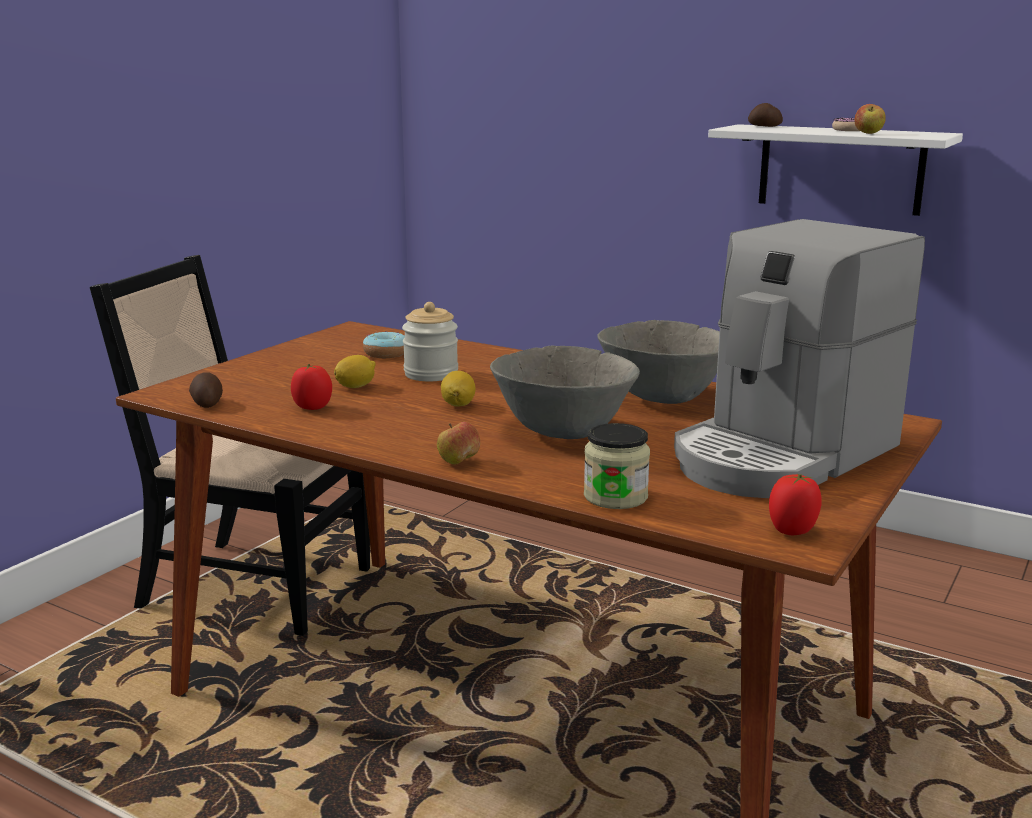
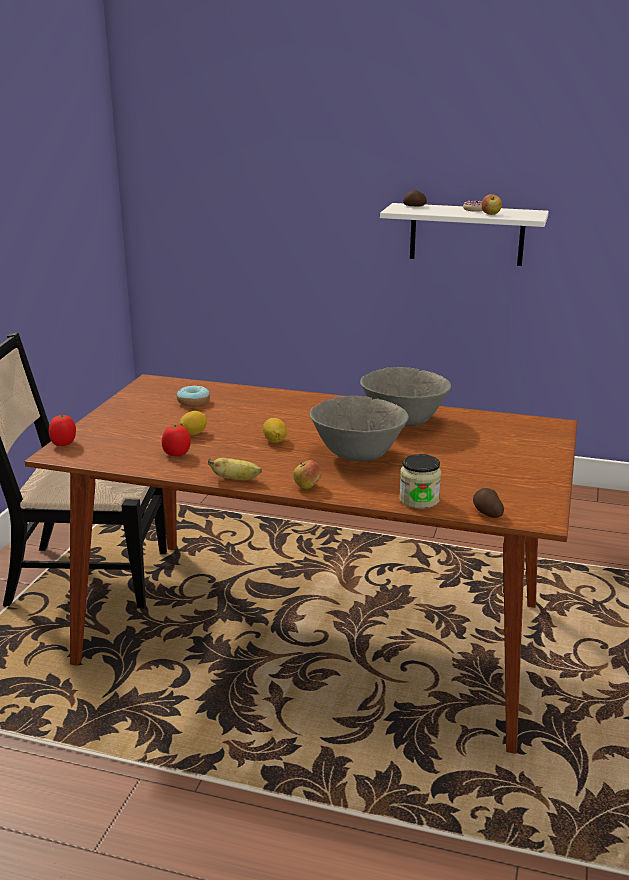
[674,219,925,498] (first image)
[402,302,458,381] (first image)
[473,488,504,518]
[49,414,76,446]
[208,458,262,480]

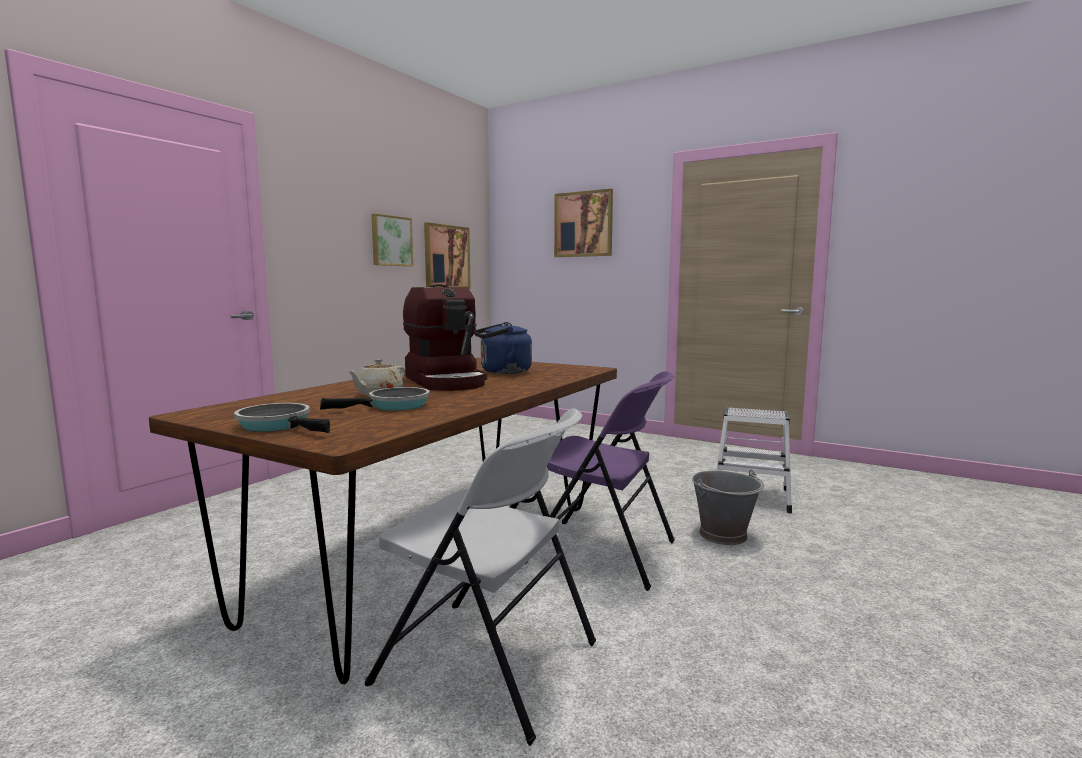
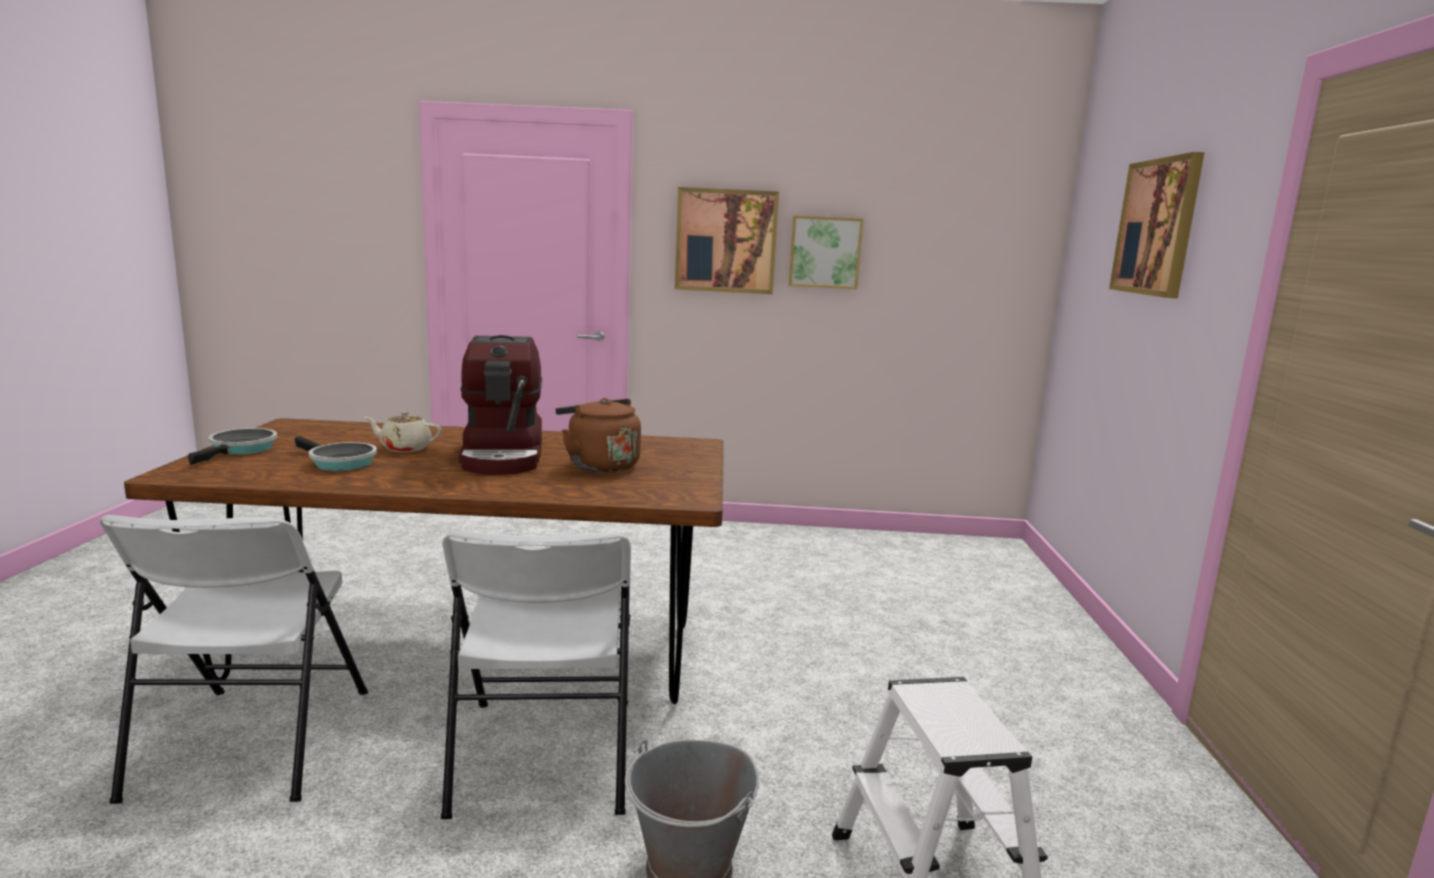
[675,187,779,294]
[458,335,542,475]
[555,398,641,473]
[441,531,631,819]

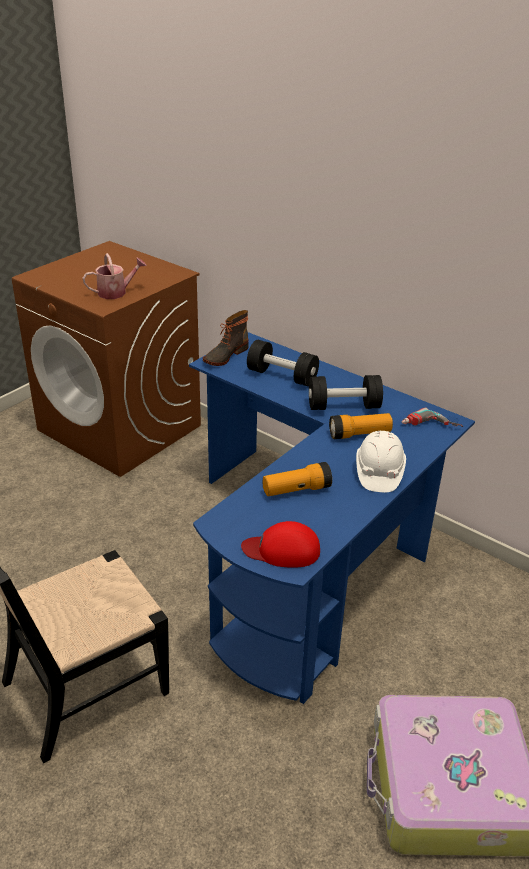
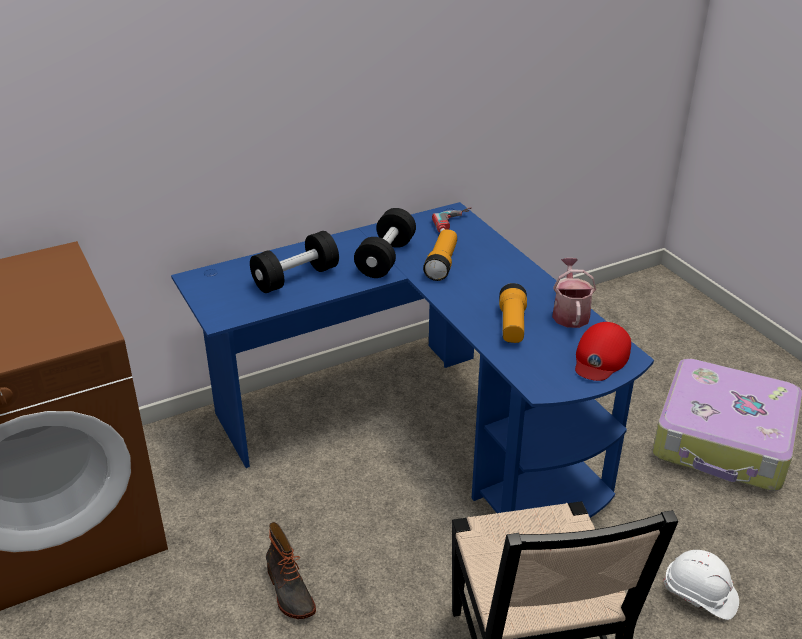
[552,258,596,328]
[266,522,316,619]
[663,550,739,620]

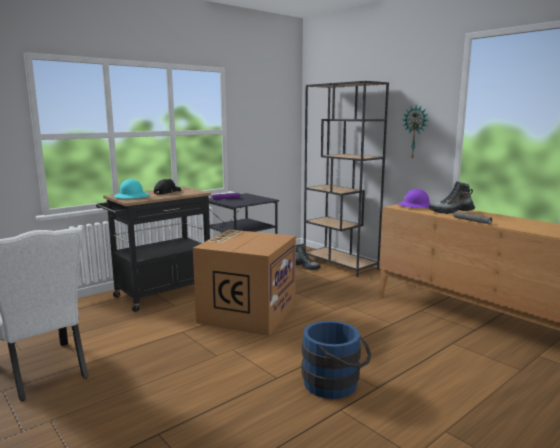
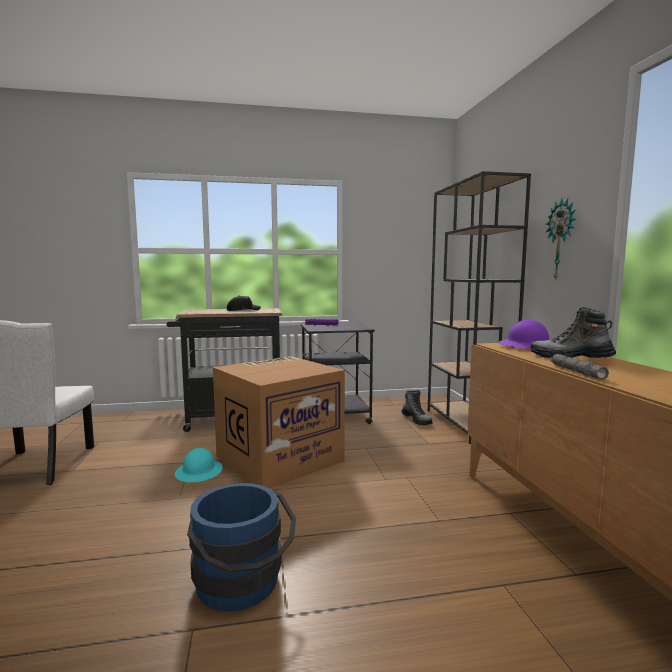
[175,448,223,482]

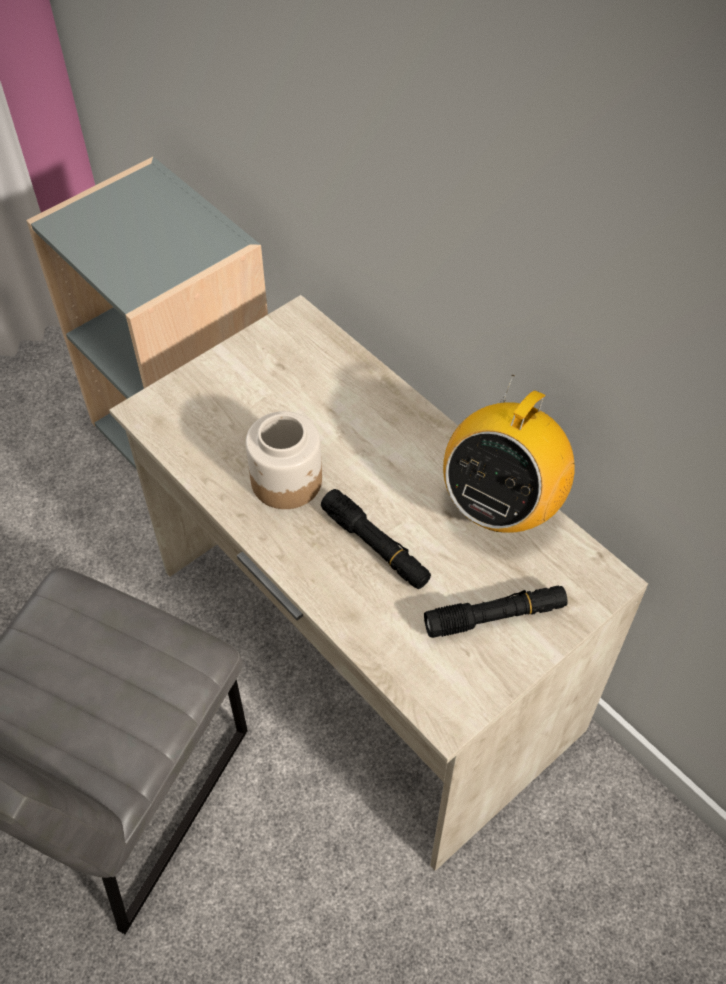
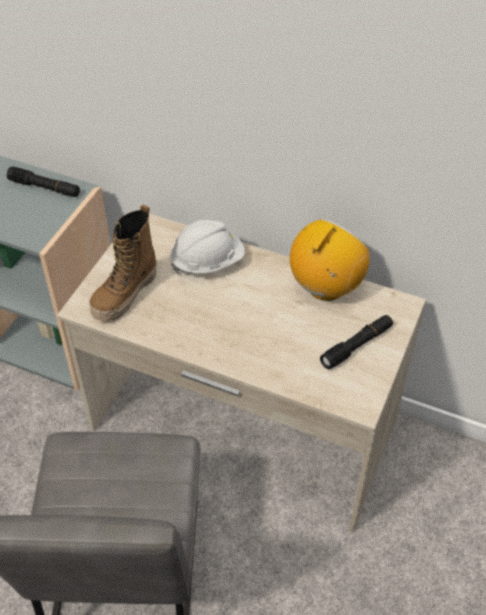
[290,218,370,301]
[246,411,322,509] (first image)
[7,167,80,197]
[89,205,157,322]
[170,220,245,274]

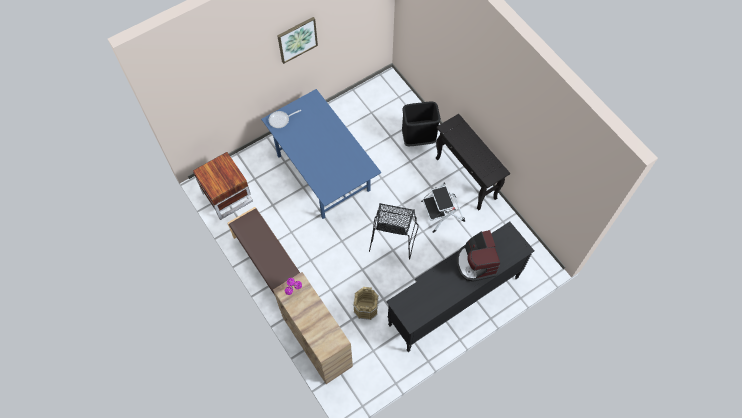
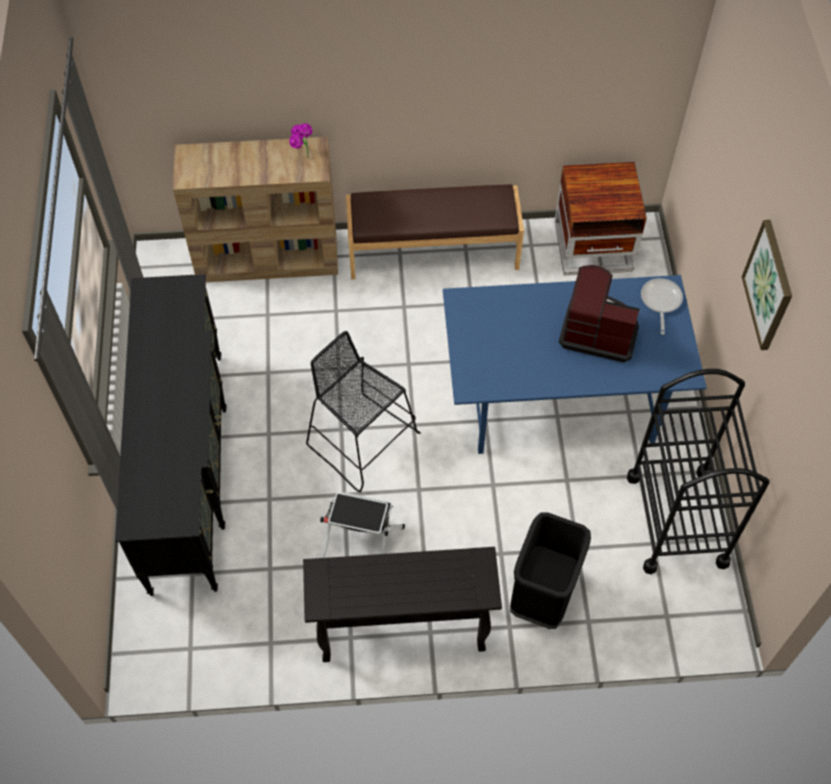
[559,265,640,362]
[353,287,379,320] (first image)
[627,369,769,574]

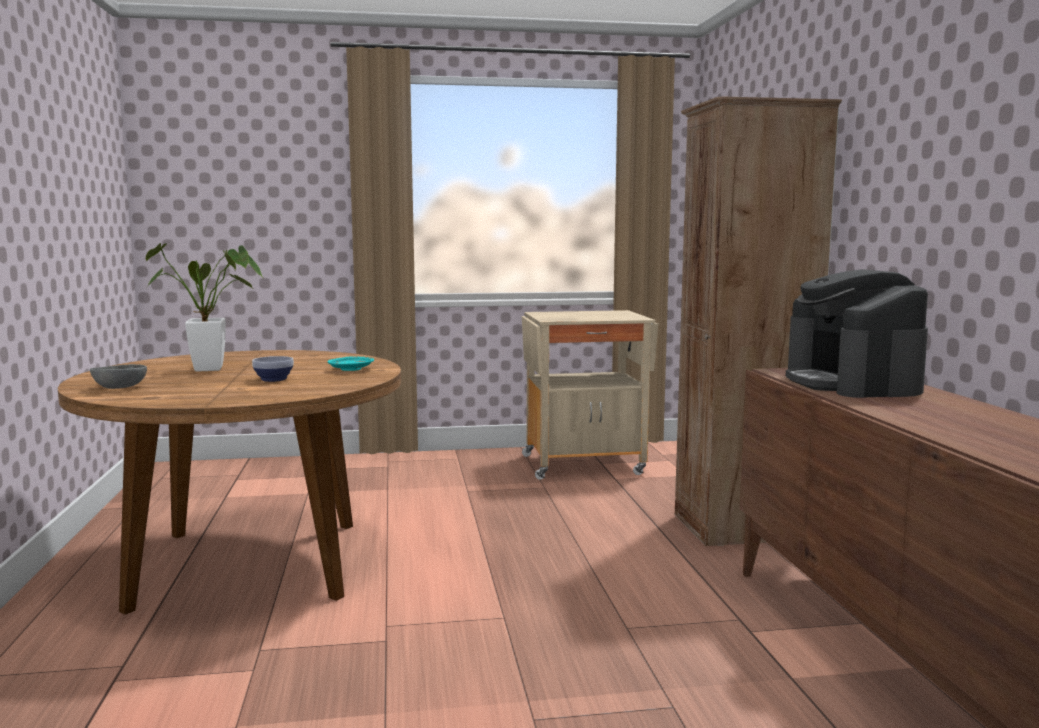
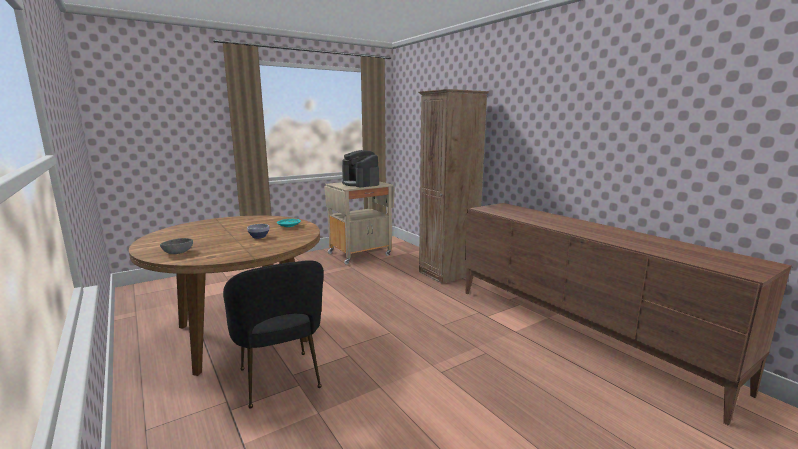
[146,243,262,372] (first image)
[342,150,379,187]
[223,260,324,408]

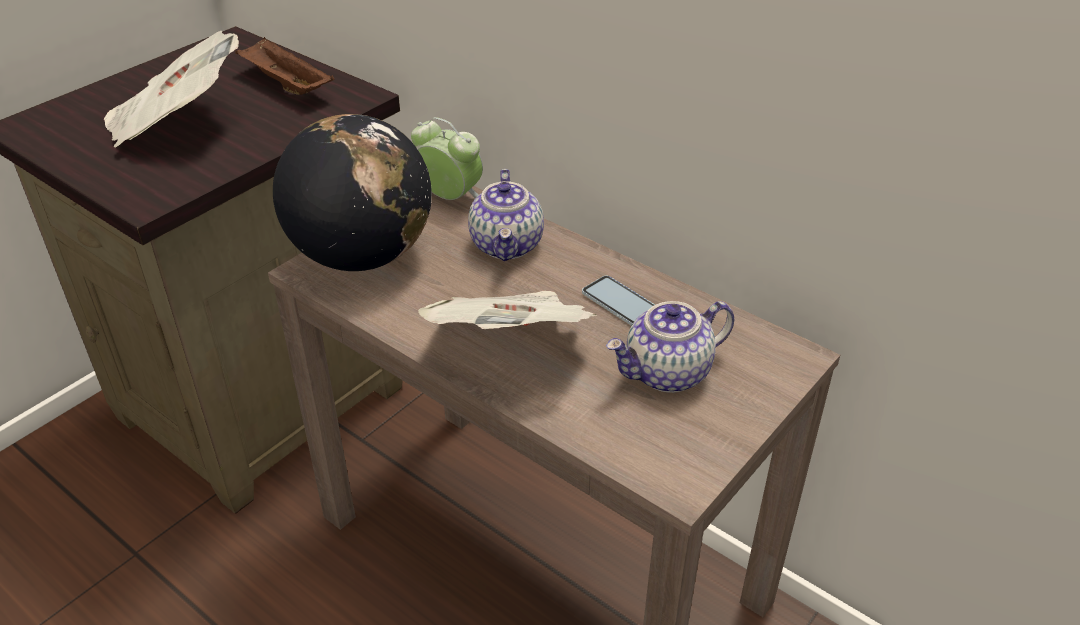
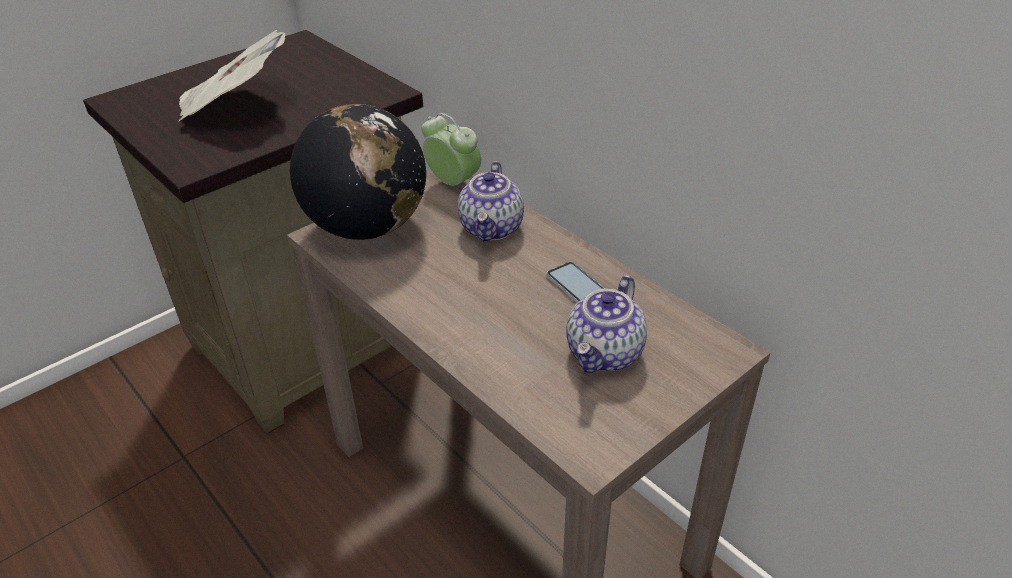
[235,37,334,95] (first image)
[418,291,597,329] (first image)
[566,275,647,372]

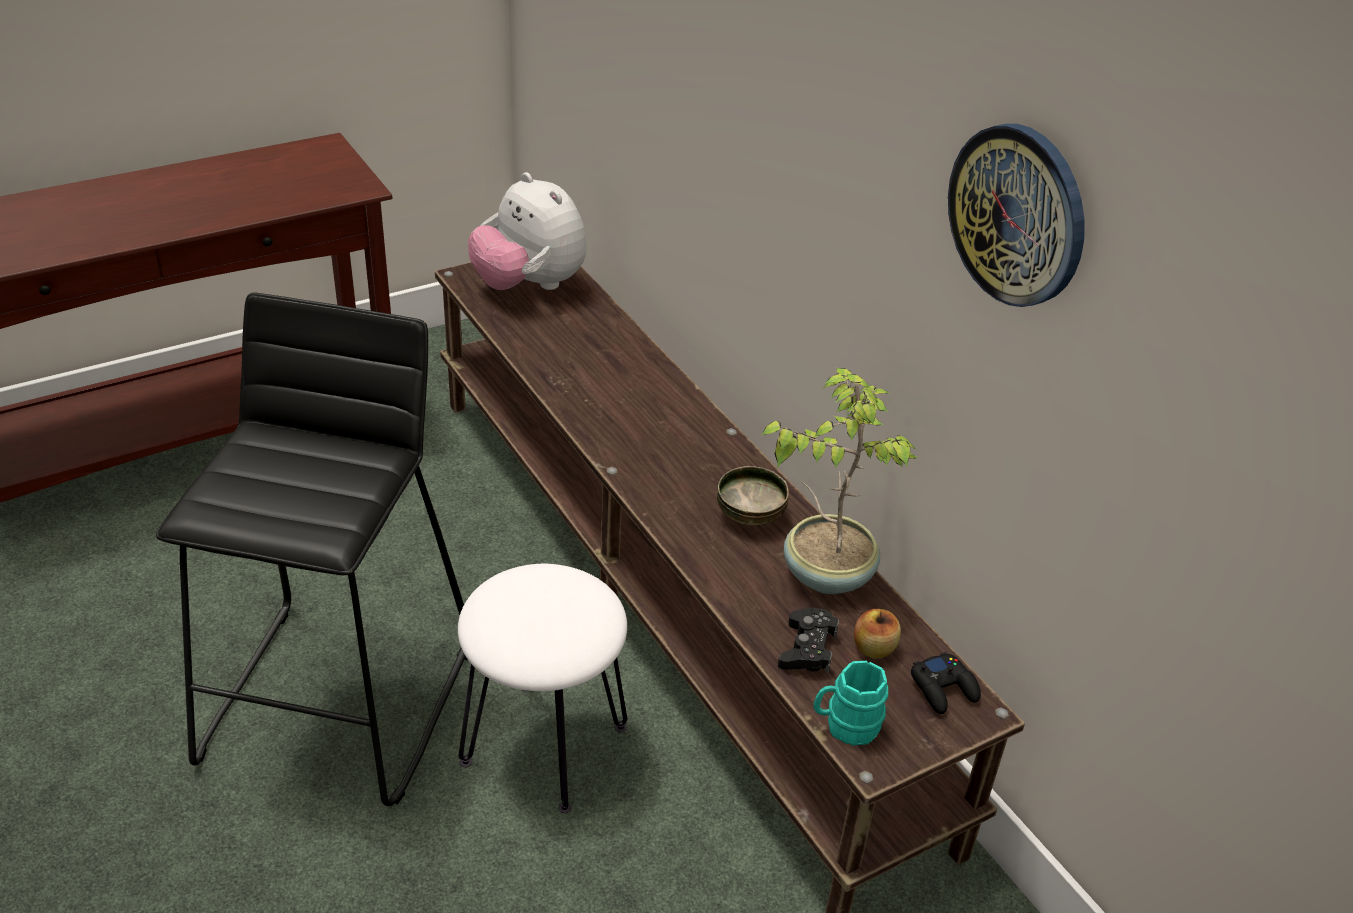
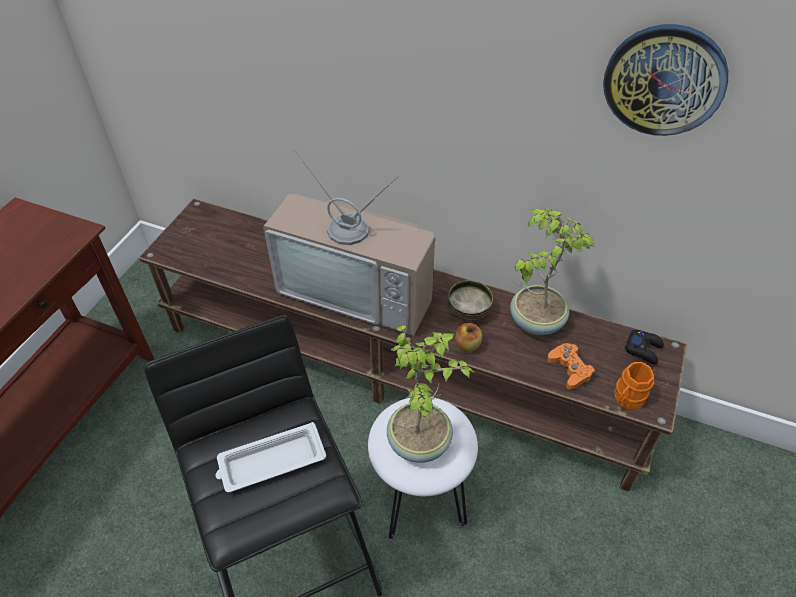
[468,172,586,290] (first image)
[547,343,595,389]
[455,323,482,352]
[614,362,654,410]
[263,148,435,336]
[387,325,475,463]
[216,422,326,493]

